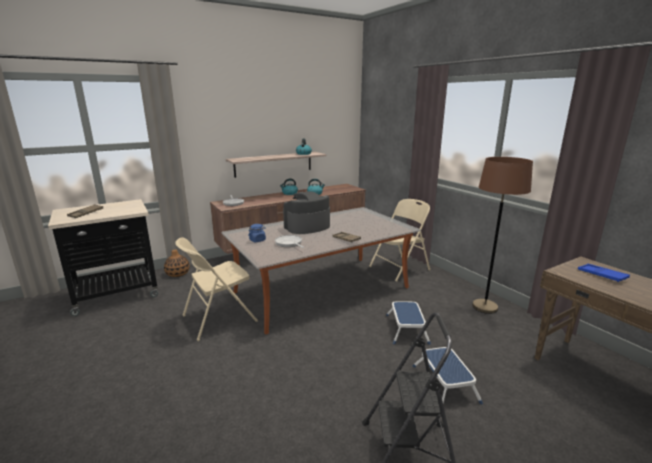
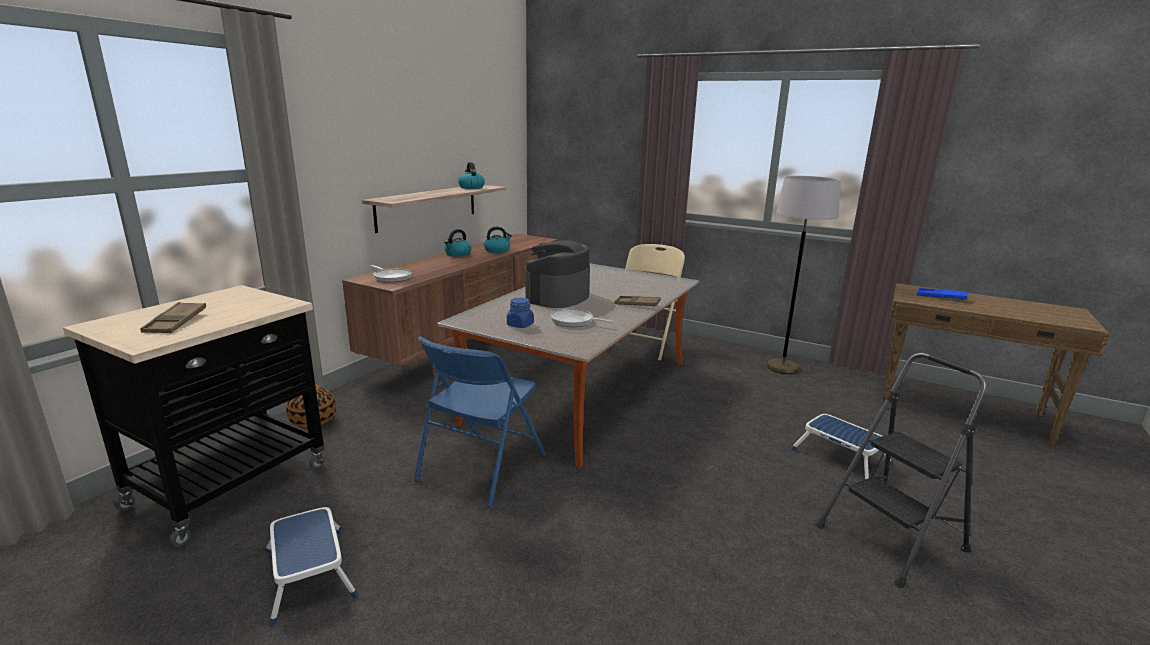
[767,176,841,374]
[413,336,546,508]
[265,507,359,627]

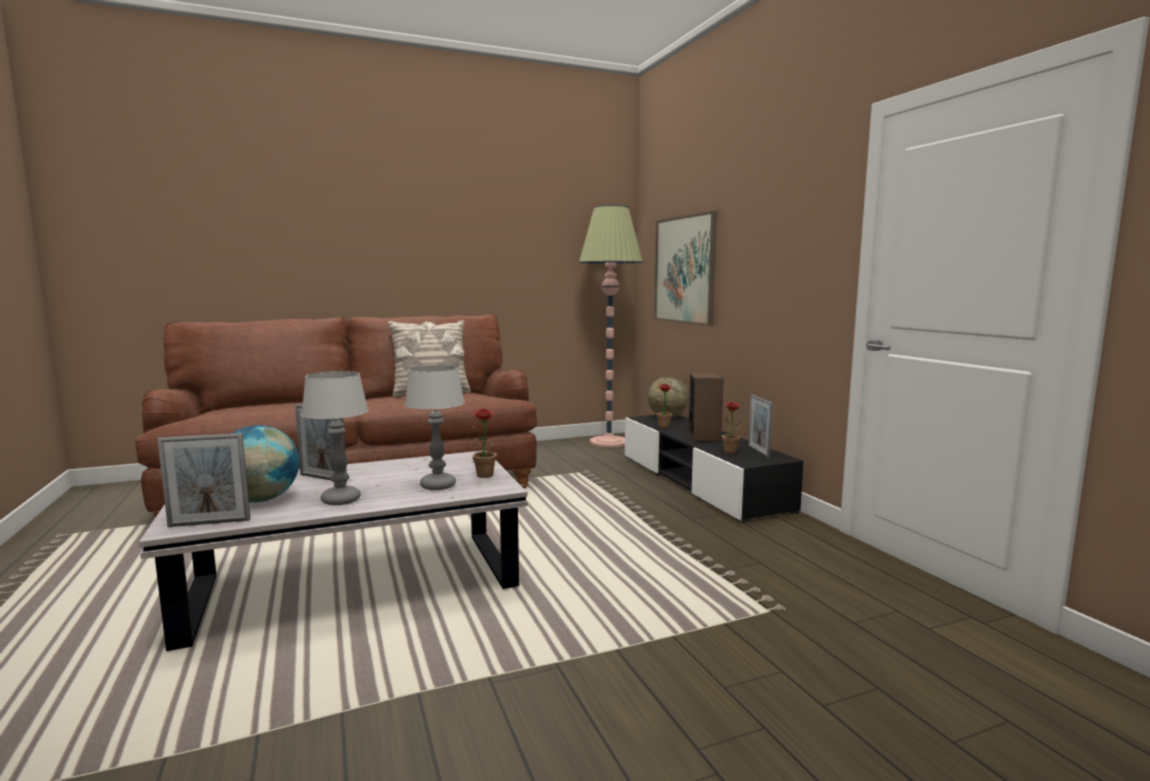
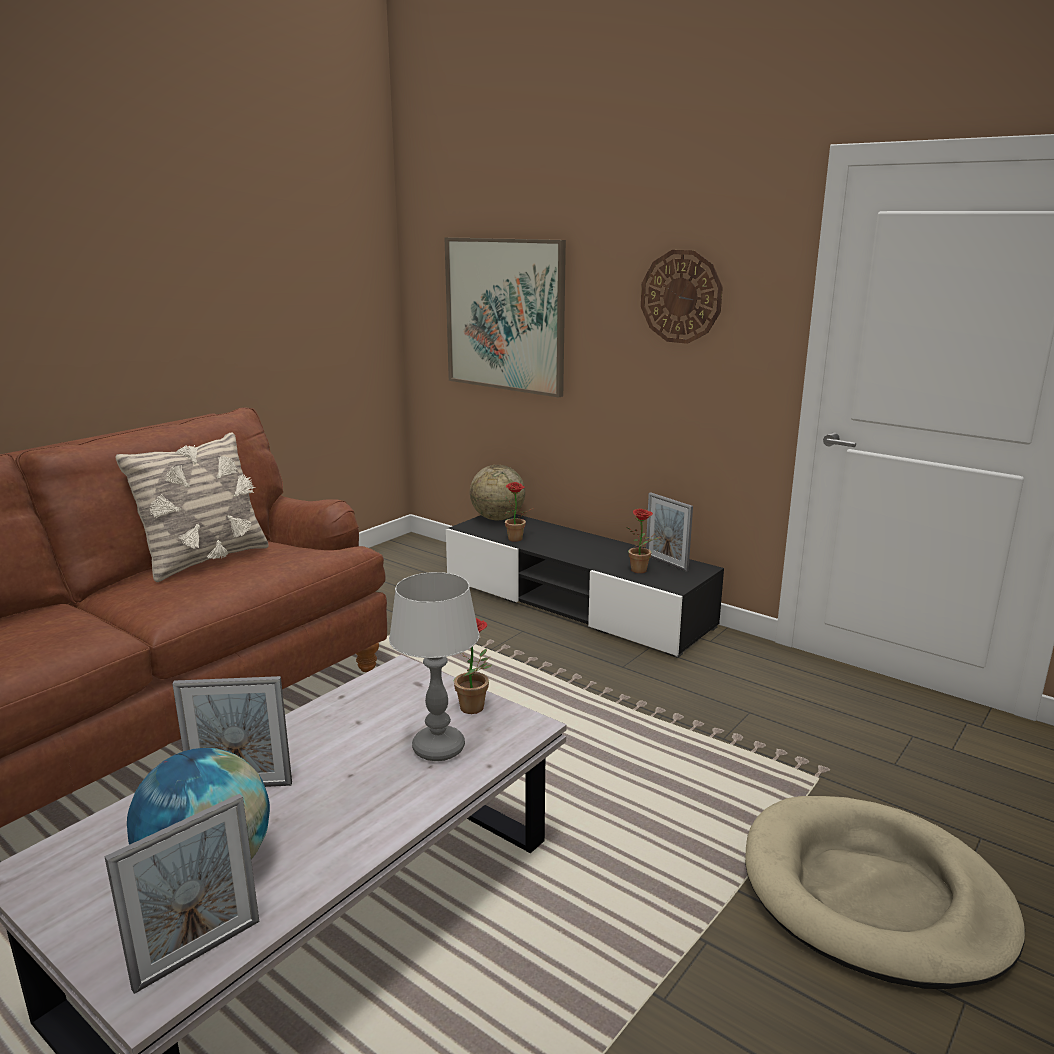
[579,205,643,447] (first image)
[301,371,368,505] (first image)
[688,373,724,442] (first image)
[641,250,723,344]
[745,796,1025,989]

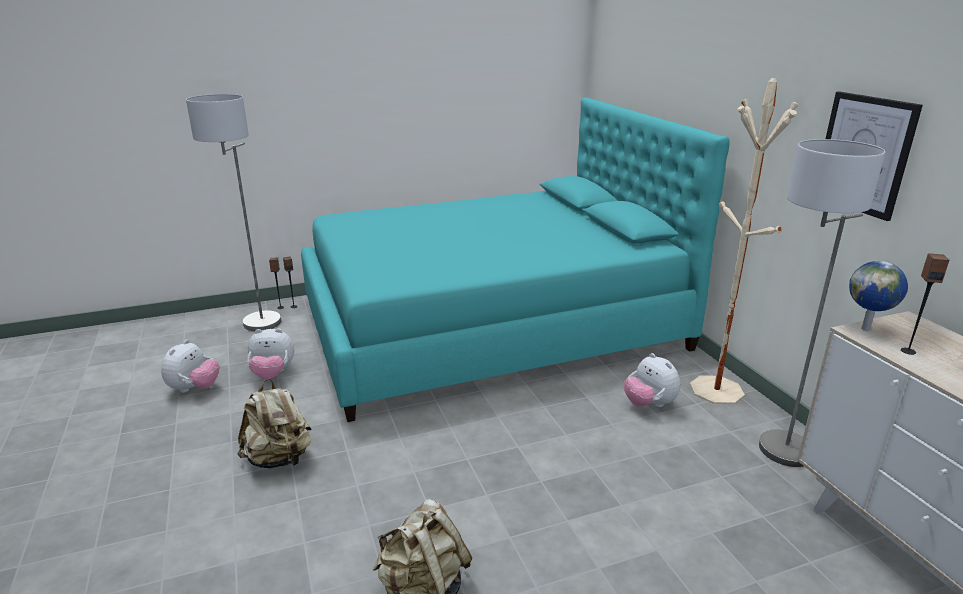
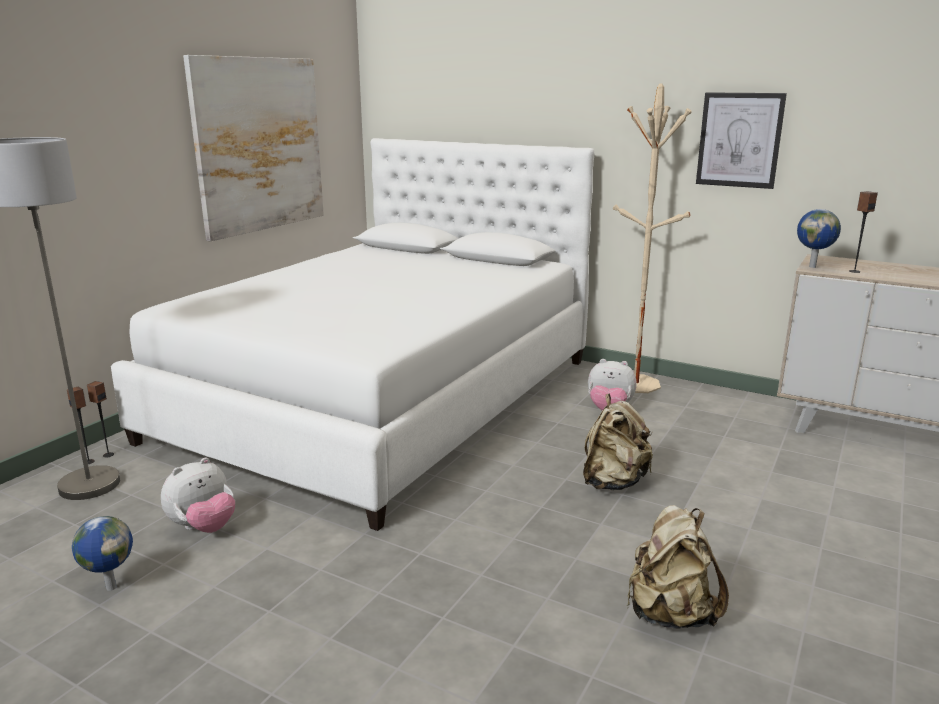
[111,138,595,531]
[759,139,885,467] (first image)
[72,516,133,591]
[583,394,653,490]
[183,55,324,241]

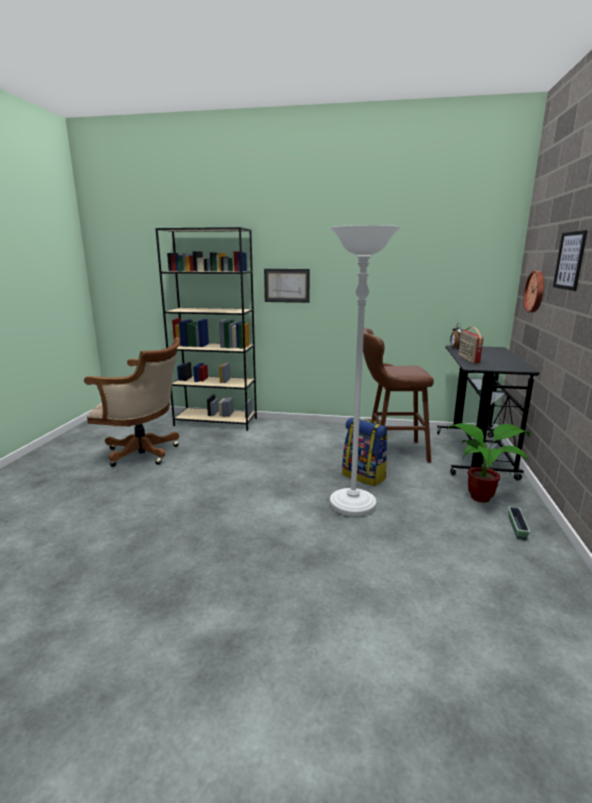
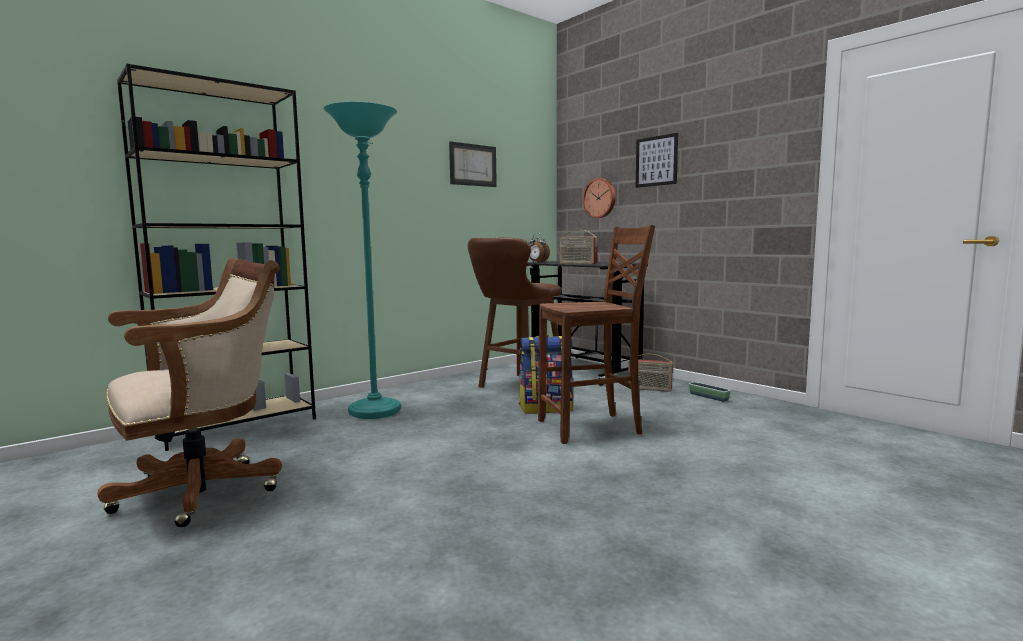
[538,225,655,444]
[449,141,497,187]
[628,354,673,392]
[323,102,401,419]

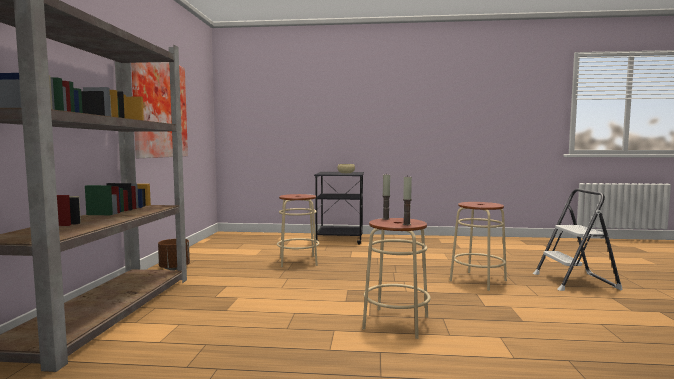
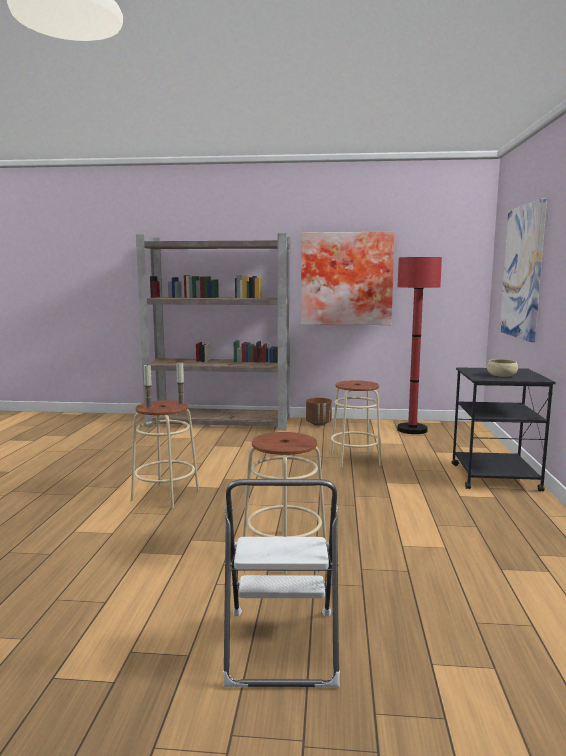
[500,198,547,342]
[397,257,442,434]

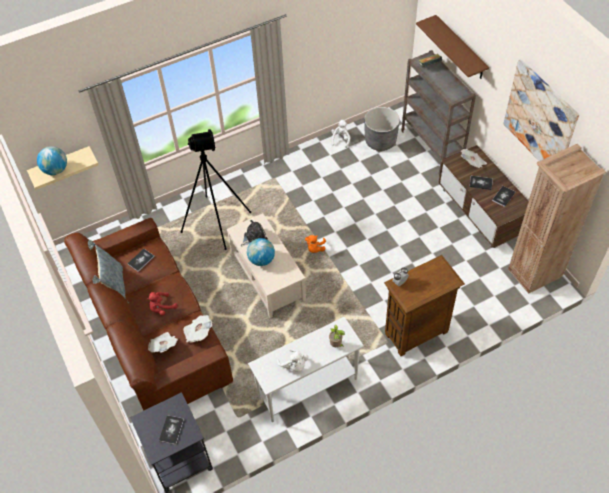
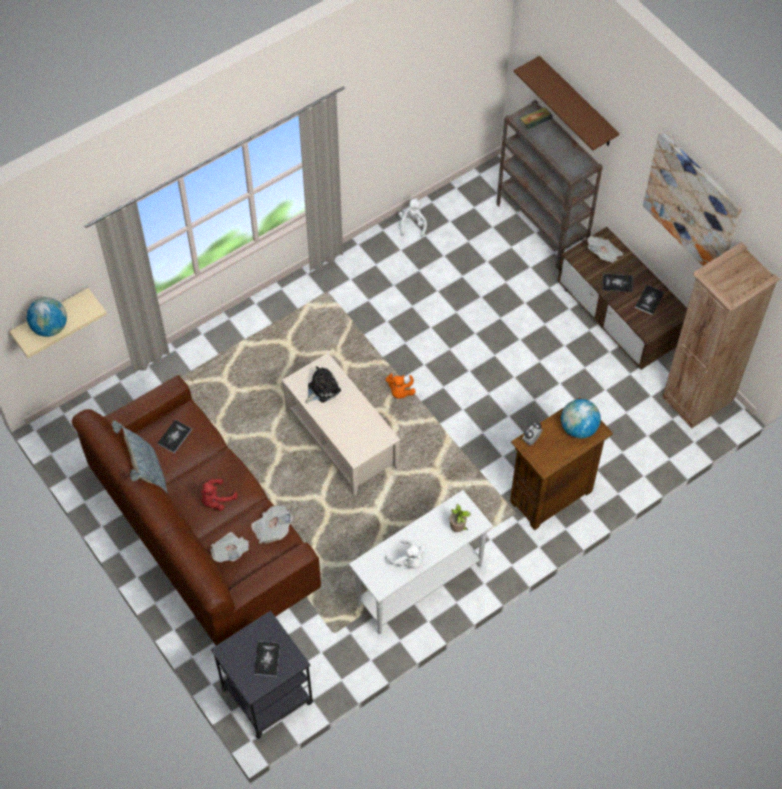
[364,107,400,151] (first image)
[180,129,251,250] (first image)
[561,399,601,439]

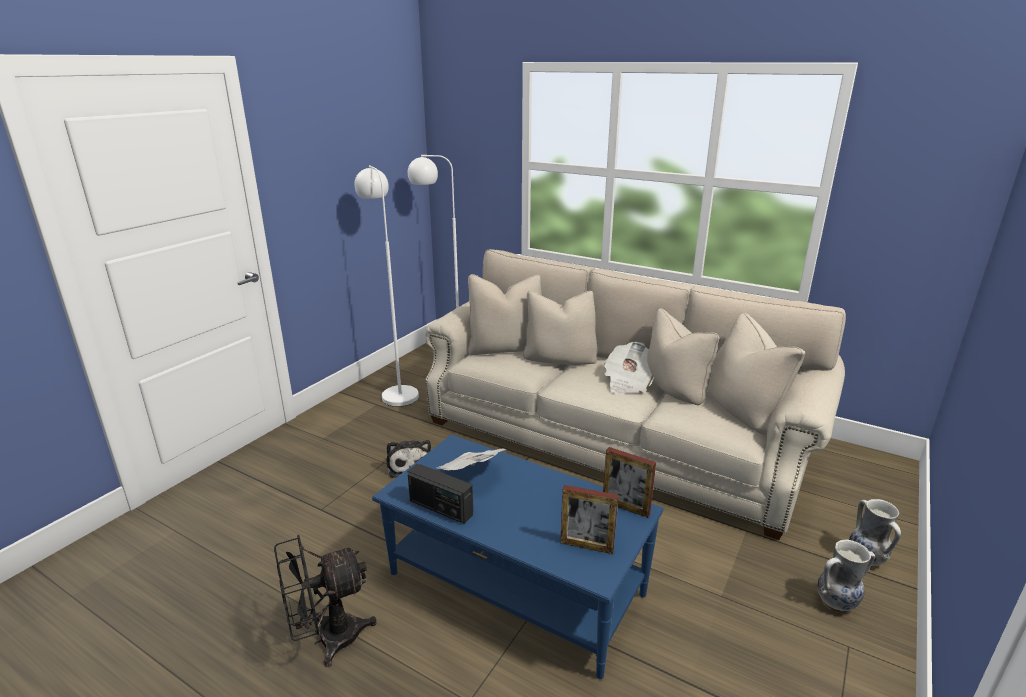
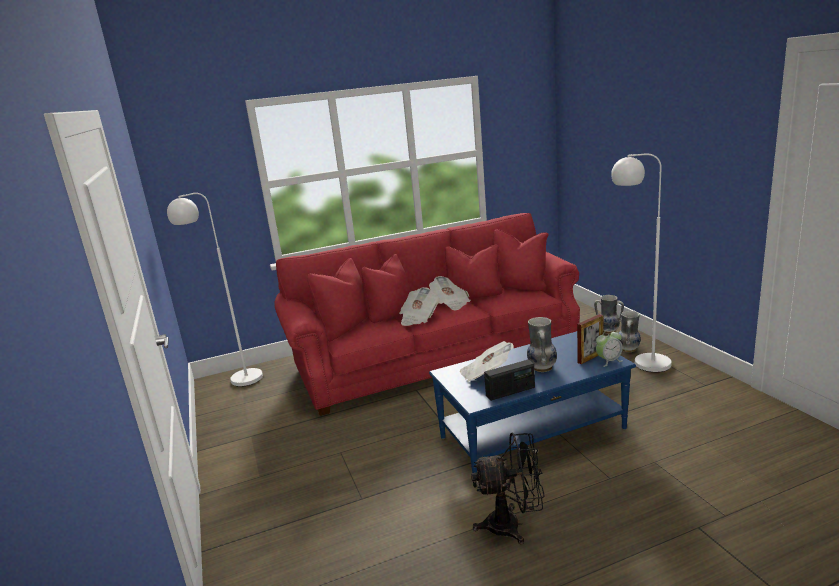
[611,153,672,372]
[274,213,580,416]
[387,440,431,478] (first image)
[603,447,656,518] (first image)
[471,433,544,544]
[399,287,439,326]
[527,317,557,372]
[596,329,623,367]

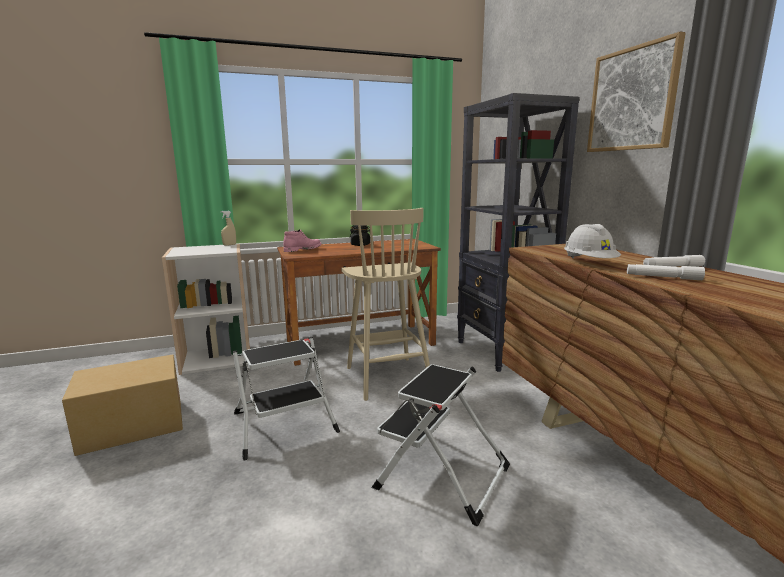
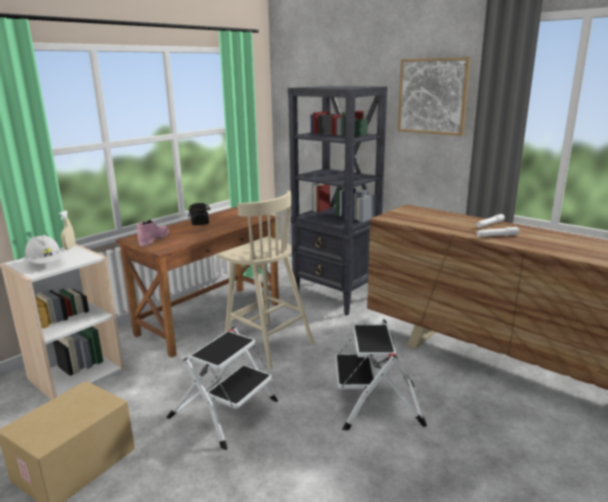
[24,235,63,264]

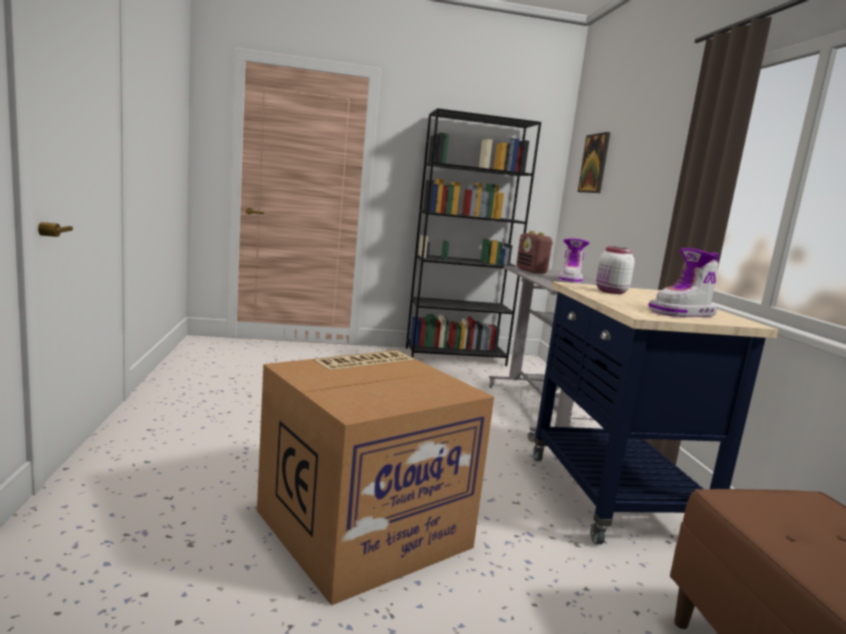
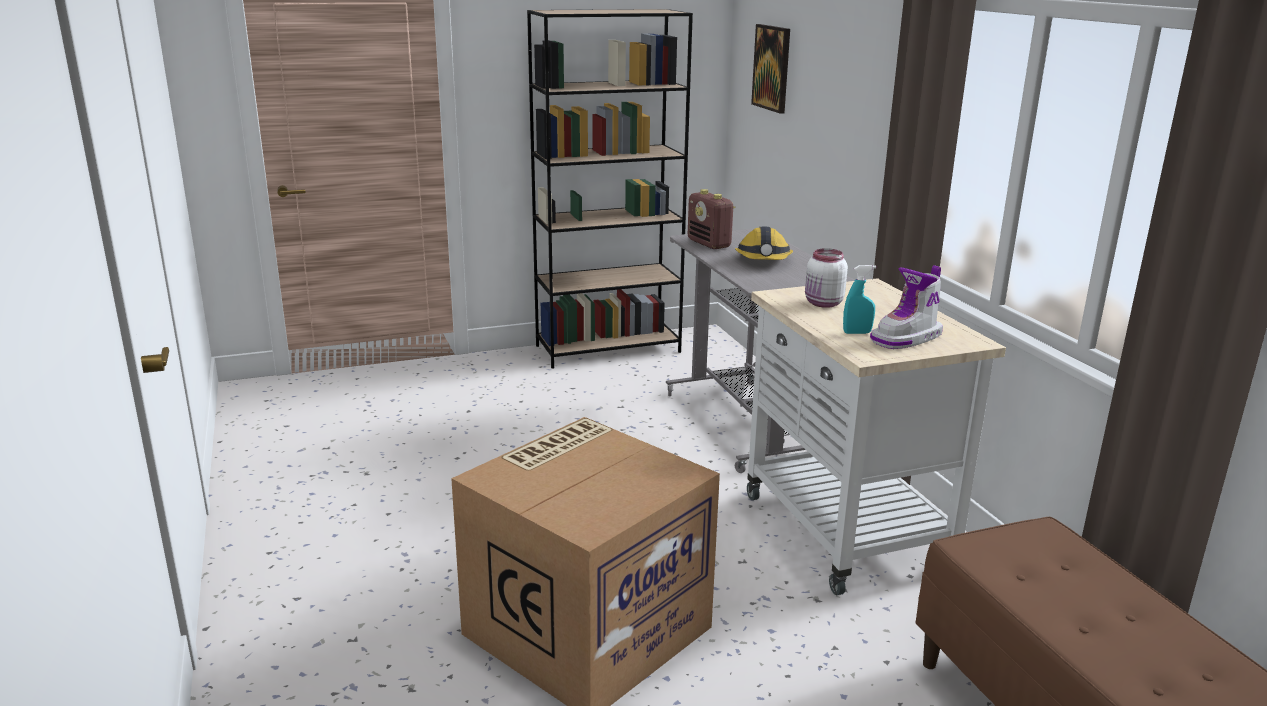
[527,9,693,369]
[735,226,793,260]
[747,278,1006,595]
[843,265,876,334]

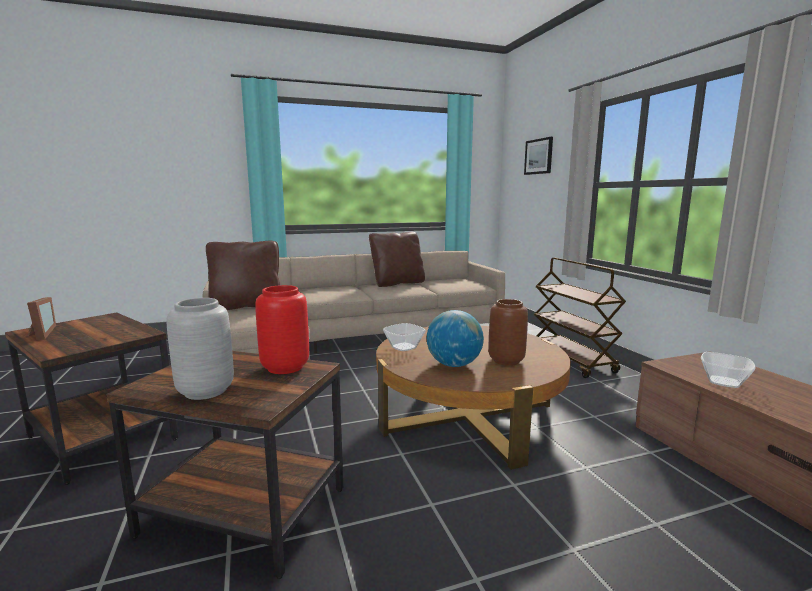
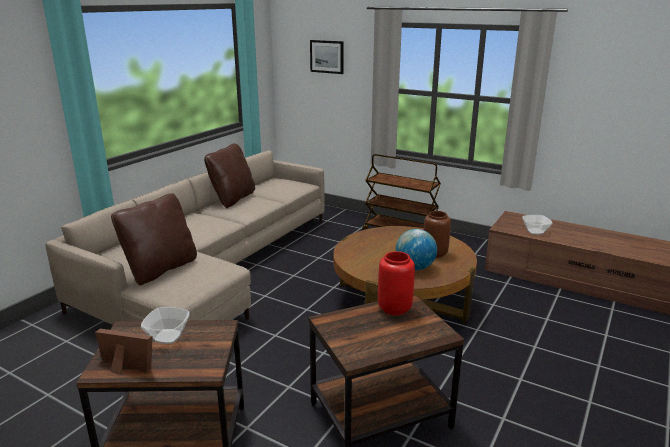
[166,298,234,400] (first image)
[141,307,190,344]

